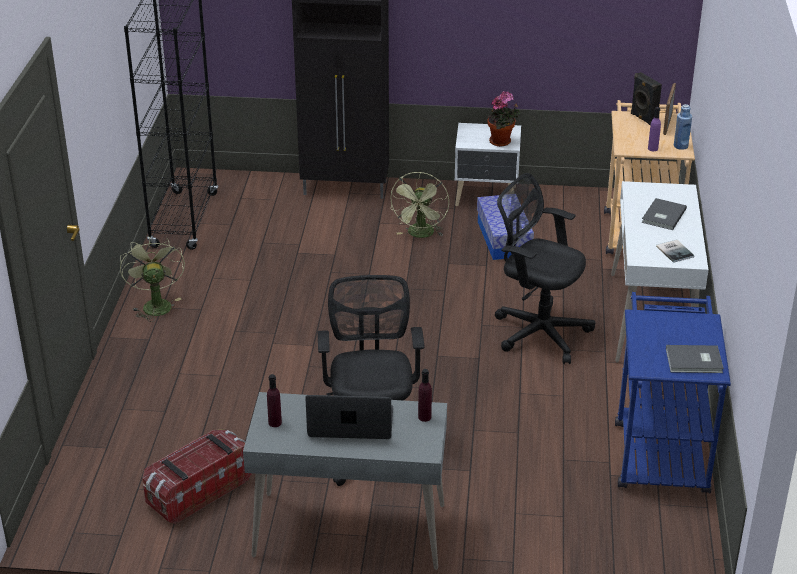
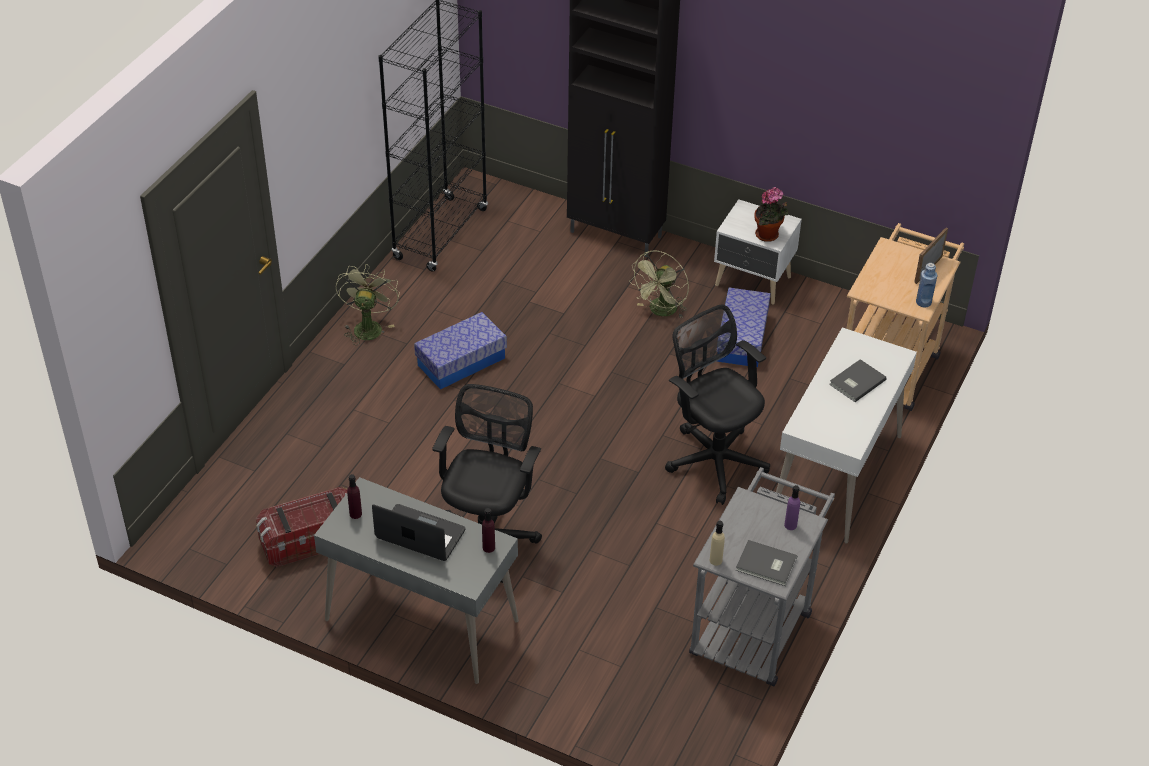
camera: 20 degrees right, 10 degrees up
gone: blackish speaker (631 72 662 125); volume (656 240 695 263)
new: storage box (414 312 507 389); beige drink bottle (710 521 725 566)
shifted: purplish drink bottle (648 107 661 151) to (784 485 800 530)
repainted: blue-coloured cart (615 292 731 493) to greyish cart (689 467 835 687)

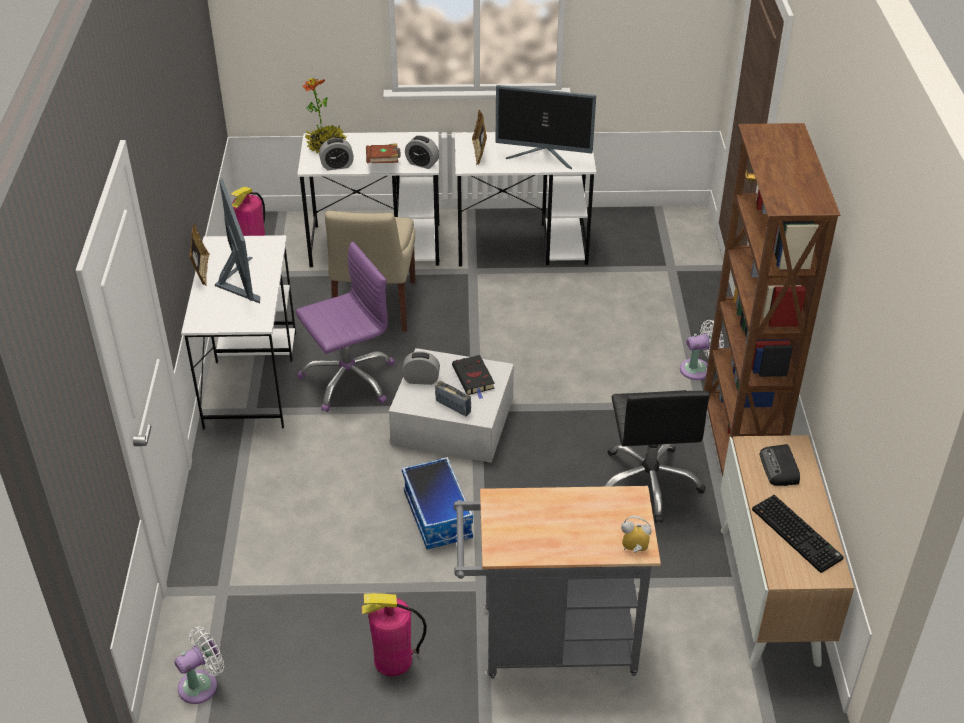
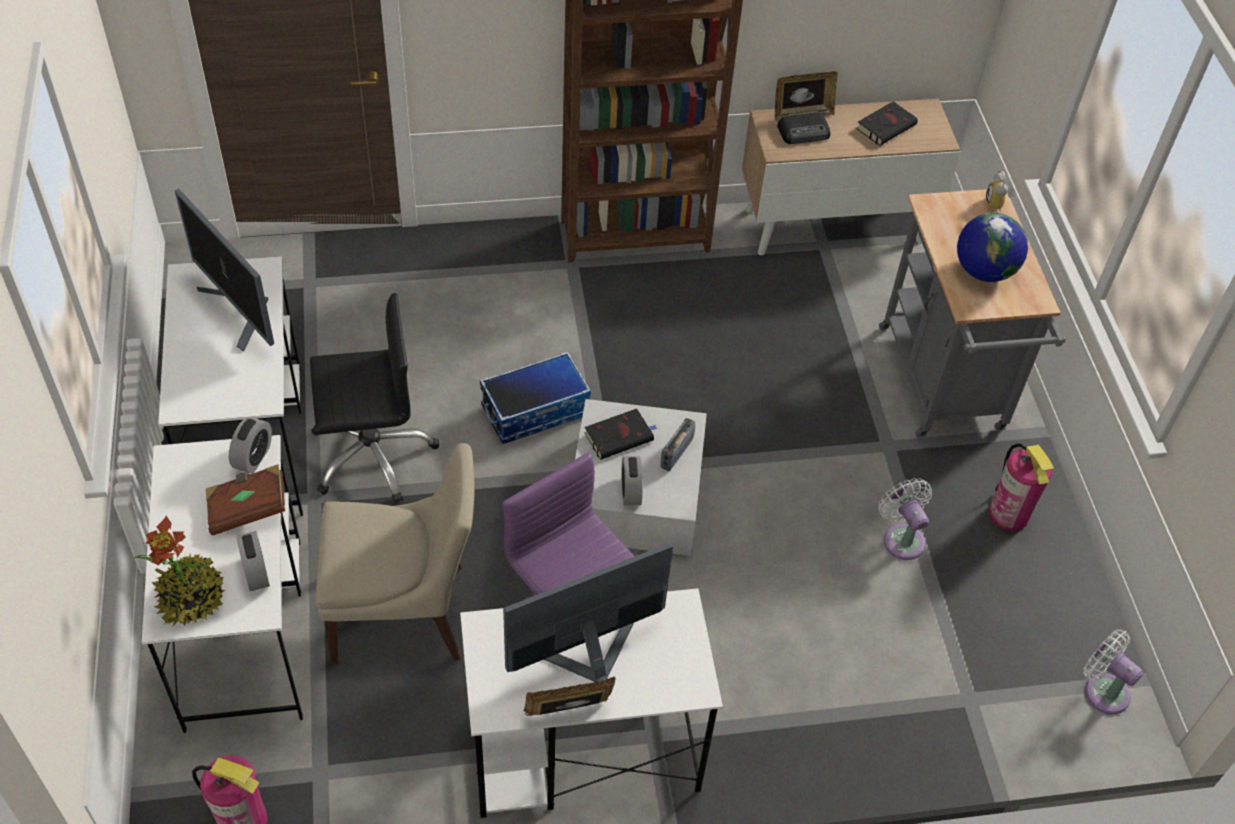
camera: 100 degrees left, 10 degrees up
new: desk globe (957 213 1028 282)
shifted: standing frame (472 110 487 165) to (774 71 838 121); whitish electric fan (680 320 724 380) to (879 478 932 560); blackish office chair (604 390 710 523) to (310 293 440 503); storage box (402 457 473 549) to (480 351 591 444)
swapped: keyboard (752 495 844 573) to blackish volume (856 101 918 146)
rotated: computer screen (496 85 596 169) = (175 189 274 352) 135 degrees clockwise

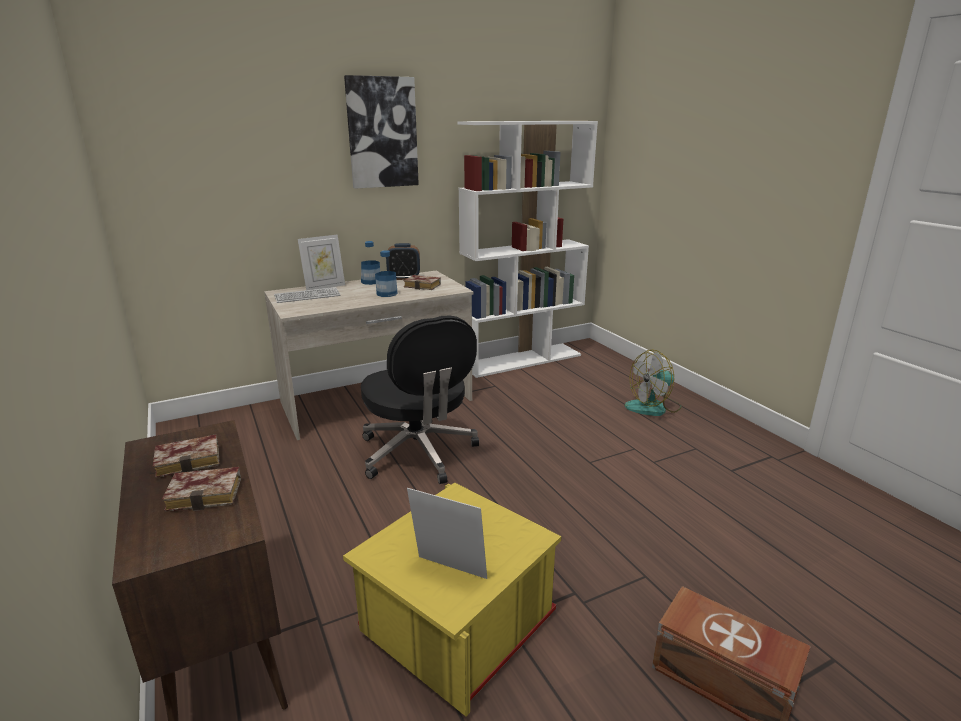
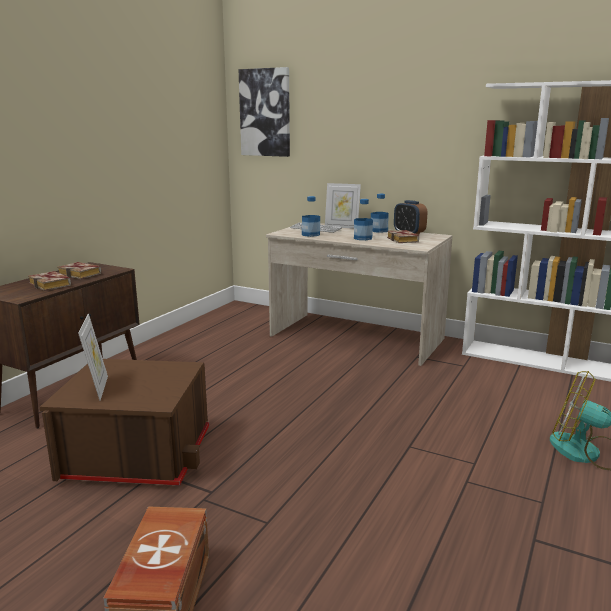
camera: 55 degrees right, 5 degrees down
gone: blackish office chair (361 315 479 484)
new: drink bottle (302 196 320 237)
shifted: picture (344 75 419 189) to (238 67 290 157)
repainted: yellow storage box (343 482 562 717) to brown storage box (40 359 209 486)

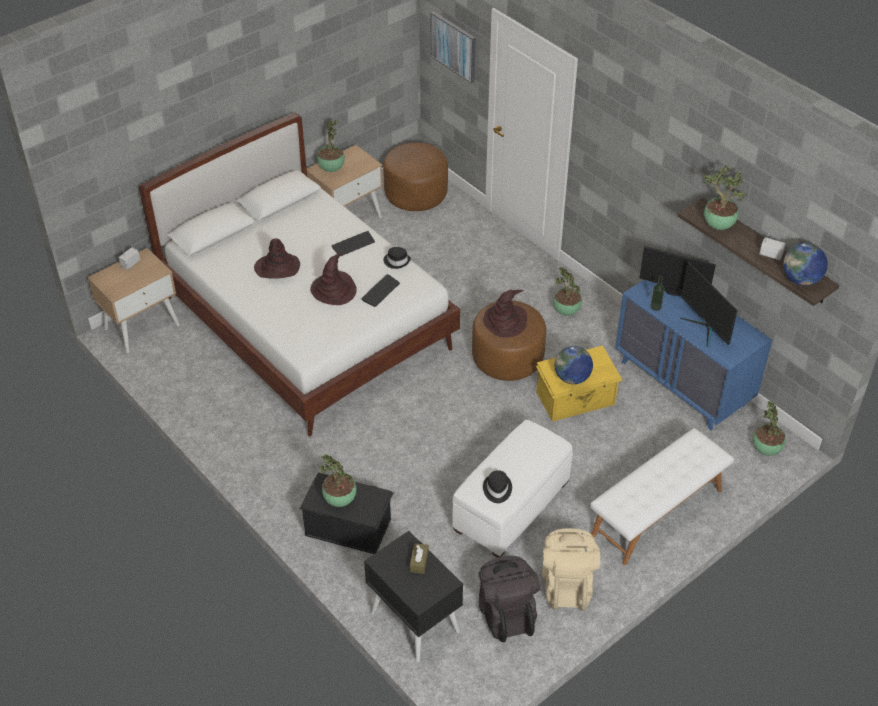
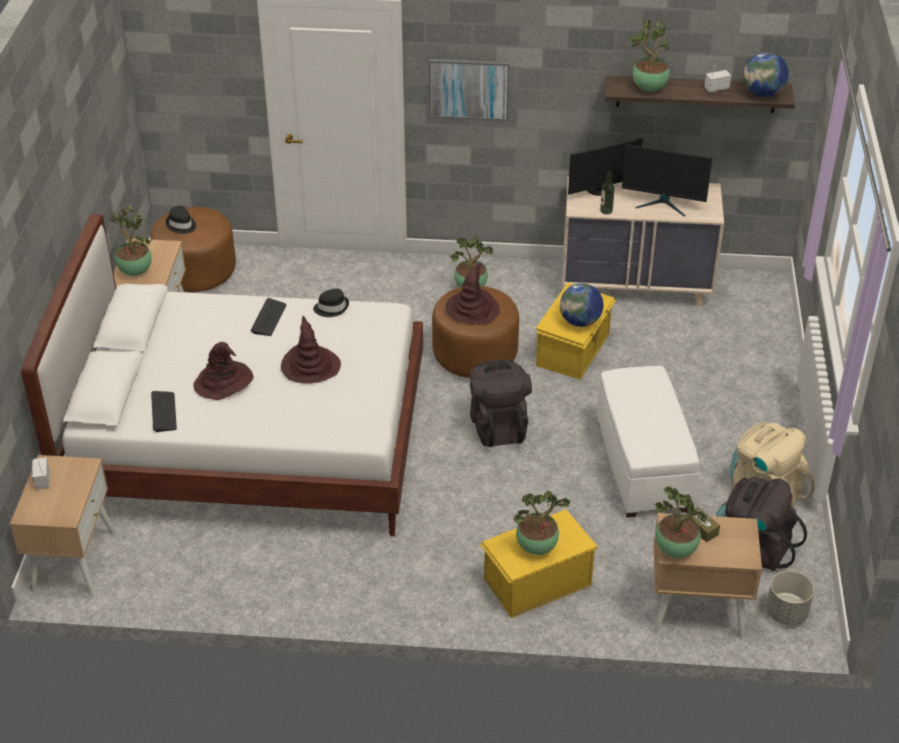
camera: 45 degrees left, 5 degrees down
gone: whitish indoor bench (590 428 734 565)
new: blackish knapsack (470 359 532 447); greyish flower pot (766 571 814 625)
shifted: picture (431 11 476 83) to (429 59 509 121); keyboard (361 274 400 307) to (151 391 177 432); potted plant (753 401 786 456) to (654 486 706 558); blackish hat (483 470 512 503) to (166 206 196 234)
repainted: blue-coloured dresser (615 280 772 431) to beige dresser (562 177 724 306); blackish storage box (299 472 394 554) to yellow storage box (480 509 598 618); blackish nightstand (364 531 463 662) to beige nightstand (652 513 762 639)

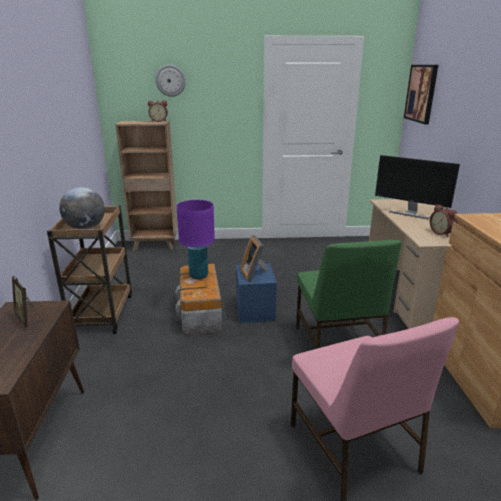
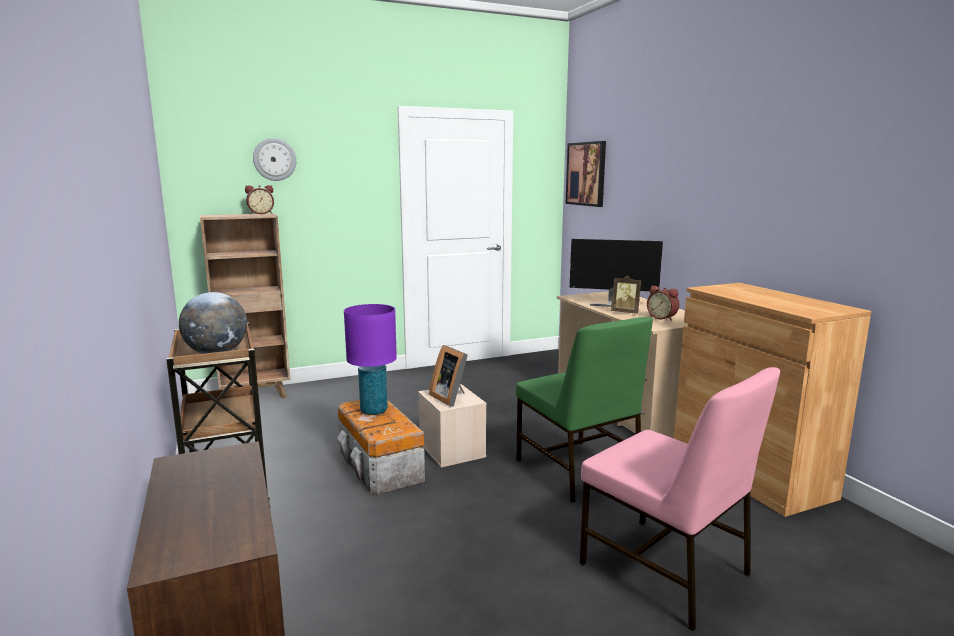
camera: 20 degrees left, 10 degrees down
shifted: standing frame (12 276 42 328) to (611 275 641 314)
repainted: blue-coloured storage box (236 263 277 323) to beige storage box (418 384 486 468)

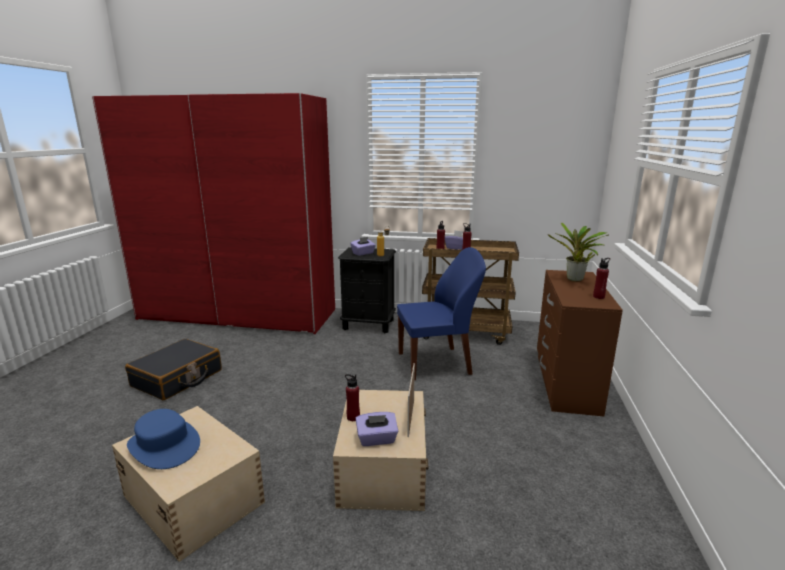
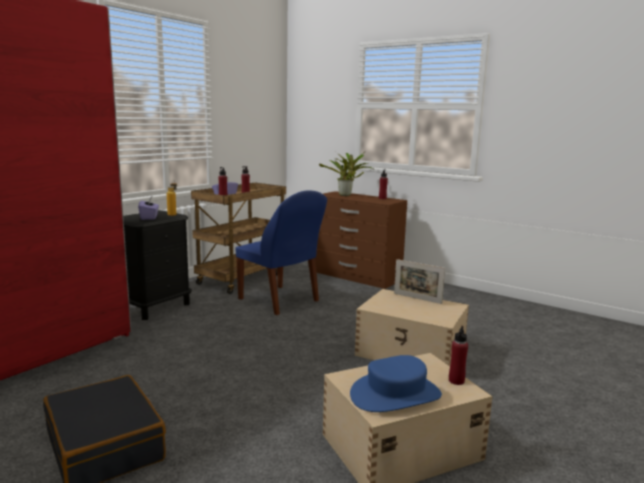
camera: 65 degrees left, 5 degrees down
gone: purplish tissue box (355 412 398 446)
shifted: red drink bottle (345 374 360 421) to (449 326 468 385)
rotated: blue-coloured chair (397 247 486 381) = (235 190 327 315) 120 degrees clockwise

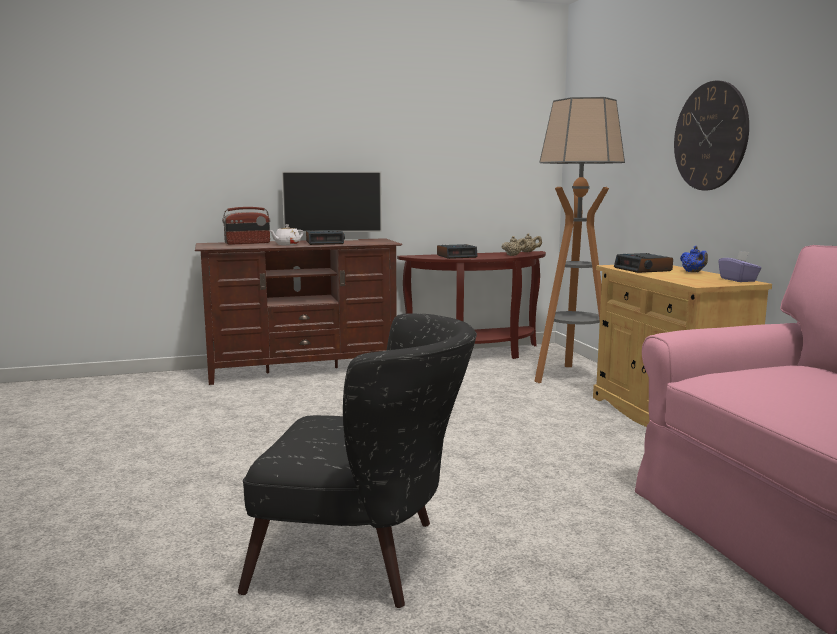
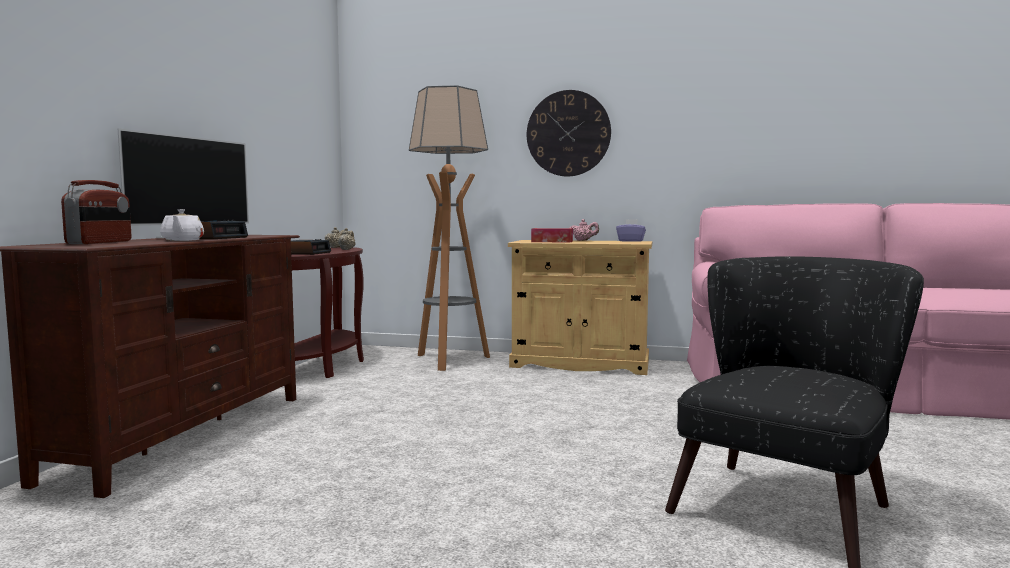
camera: 60 degrees left, 5 degrees down
swapped: alarm clock (614 253 673 273) to tissue box (531 228 573 243)
repainted: blue-coloured teapot (680 246 708 272) to pink-coloured teapot (570 219 599 241)

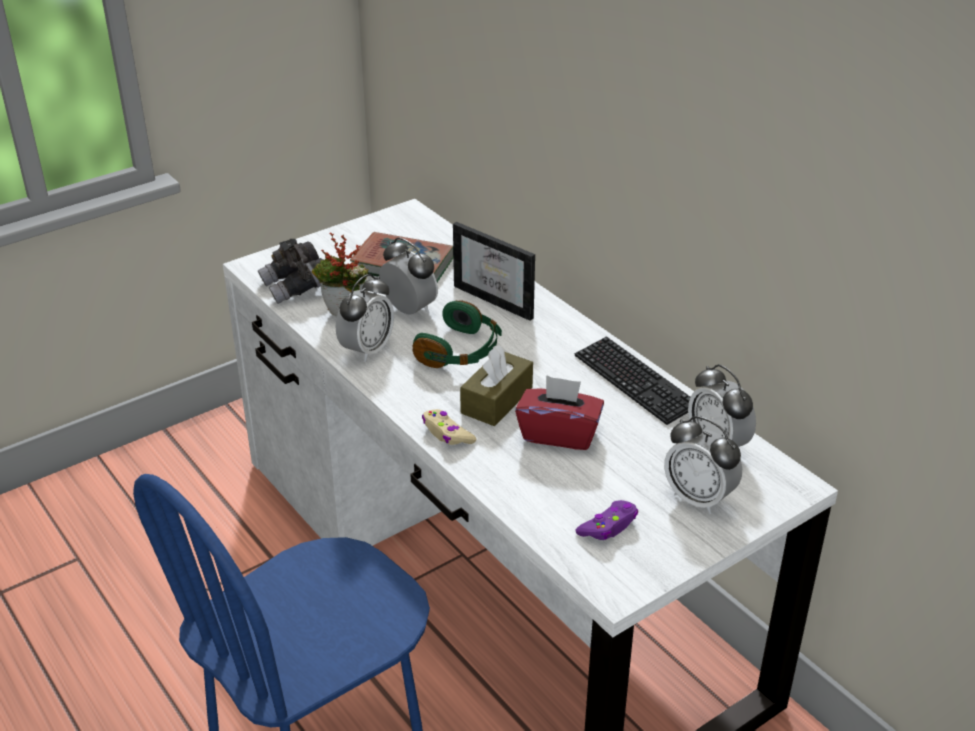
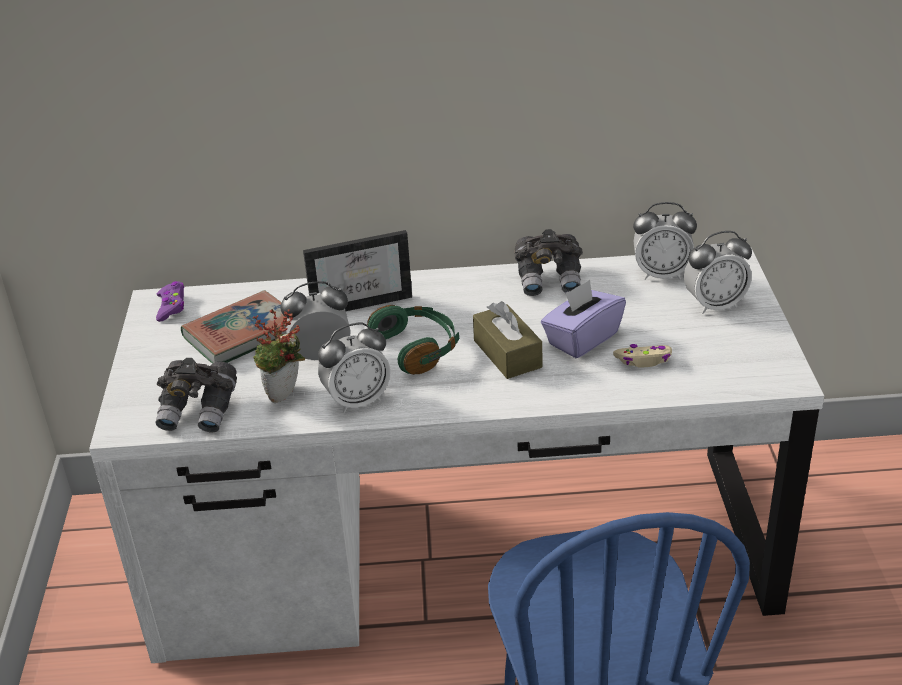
camera: 55 degrees left, 0 degrees up
shifted: beige gamepad (422 409 477 445) to (613 344 672 368); purplish gamepad (575 500 638 540) to (156 281 184 322)
swapped: keyboard (575 336 690 425) to greyish binoculars (515 229 583 296)
repainted: red tissue box (515 375 604 450) to purplish tissue box (541 280 626 358)
rotated: alarm clock (336 274 394 362) = (318 323 390 413) 90 degrees clockwise

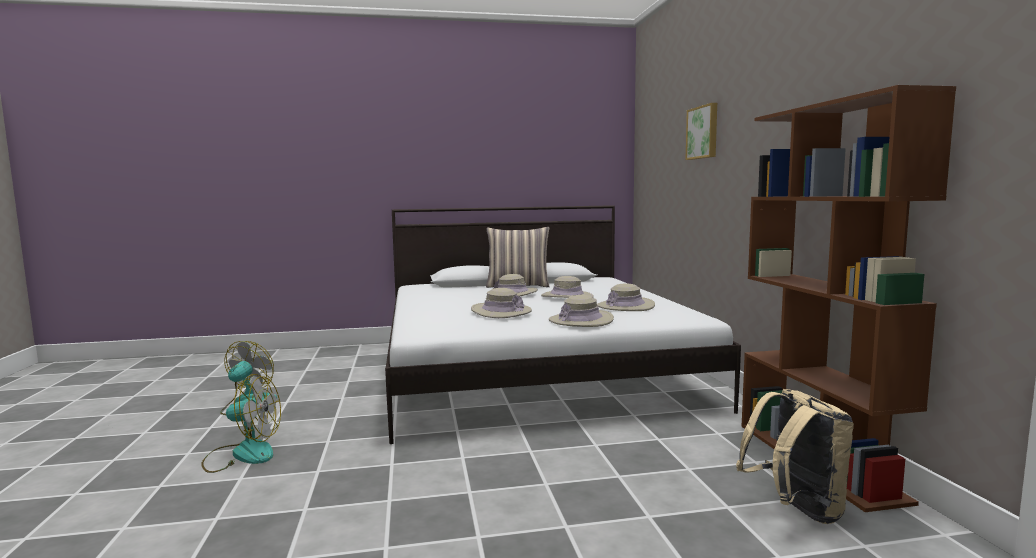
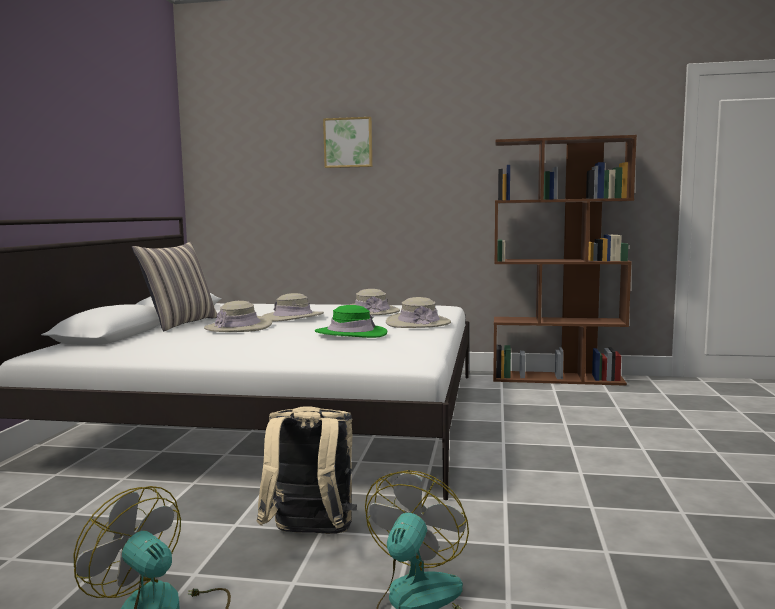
camera: 70 degrees left, 0 degrees up
shifted: beige knapsack (736 389 854 524) to (256 406 357 534)
repainted: beige hat (471 288 532 318) to green hat (315 305 387 338)

